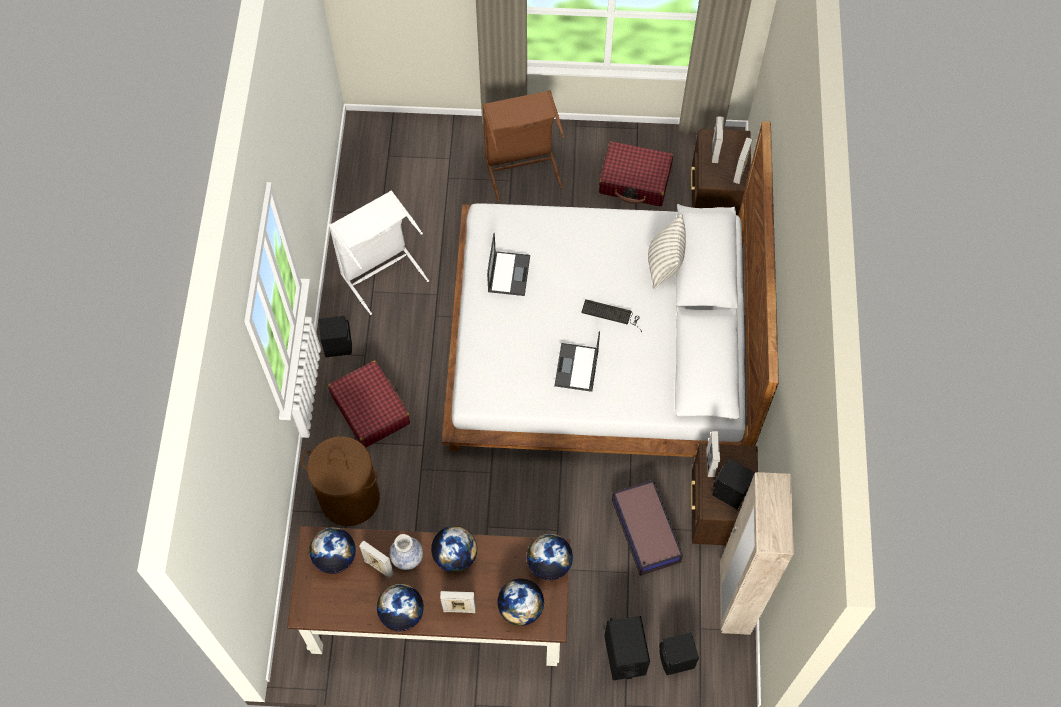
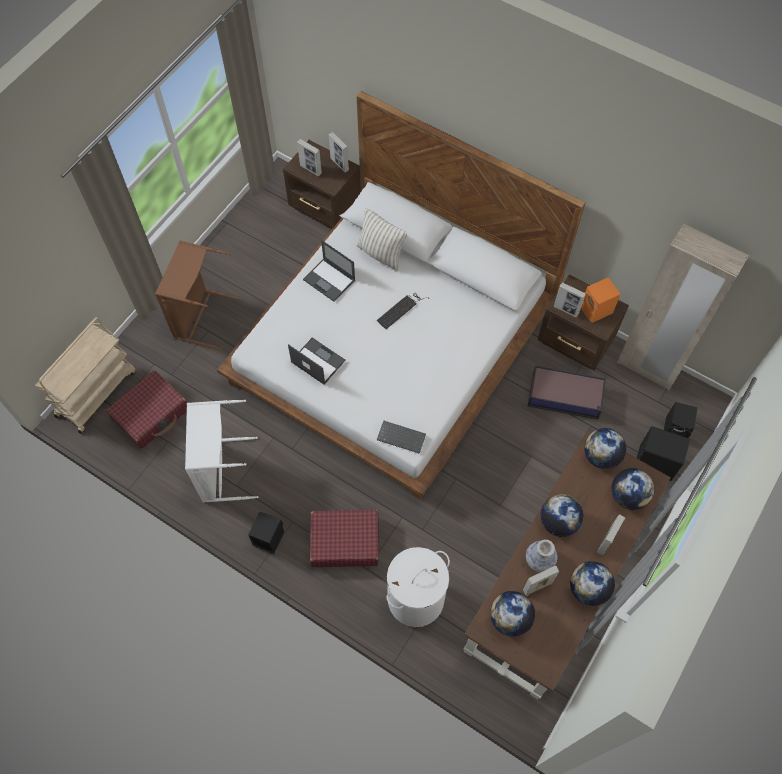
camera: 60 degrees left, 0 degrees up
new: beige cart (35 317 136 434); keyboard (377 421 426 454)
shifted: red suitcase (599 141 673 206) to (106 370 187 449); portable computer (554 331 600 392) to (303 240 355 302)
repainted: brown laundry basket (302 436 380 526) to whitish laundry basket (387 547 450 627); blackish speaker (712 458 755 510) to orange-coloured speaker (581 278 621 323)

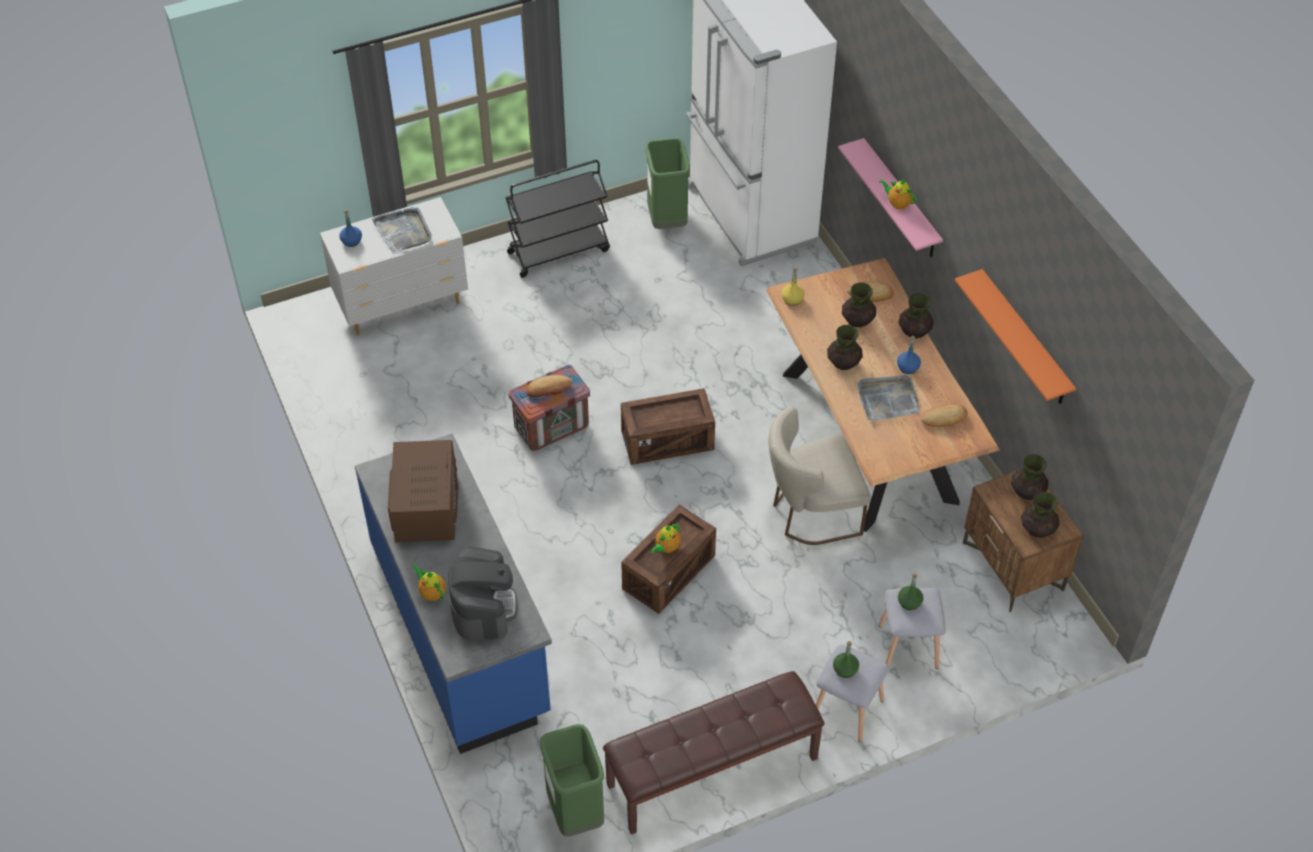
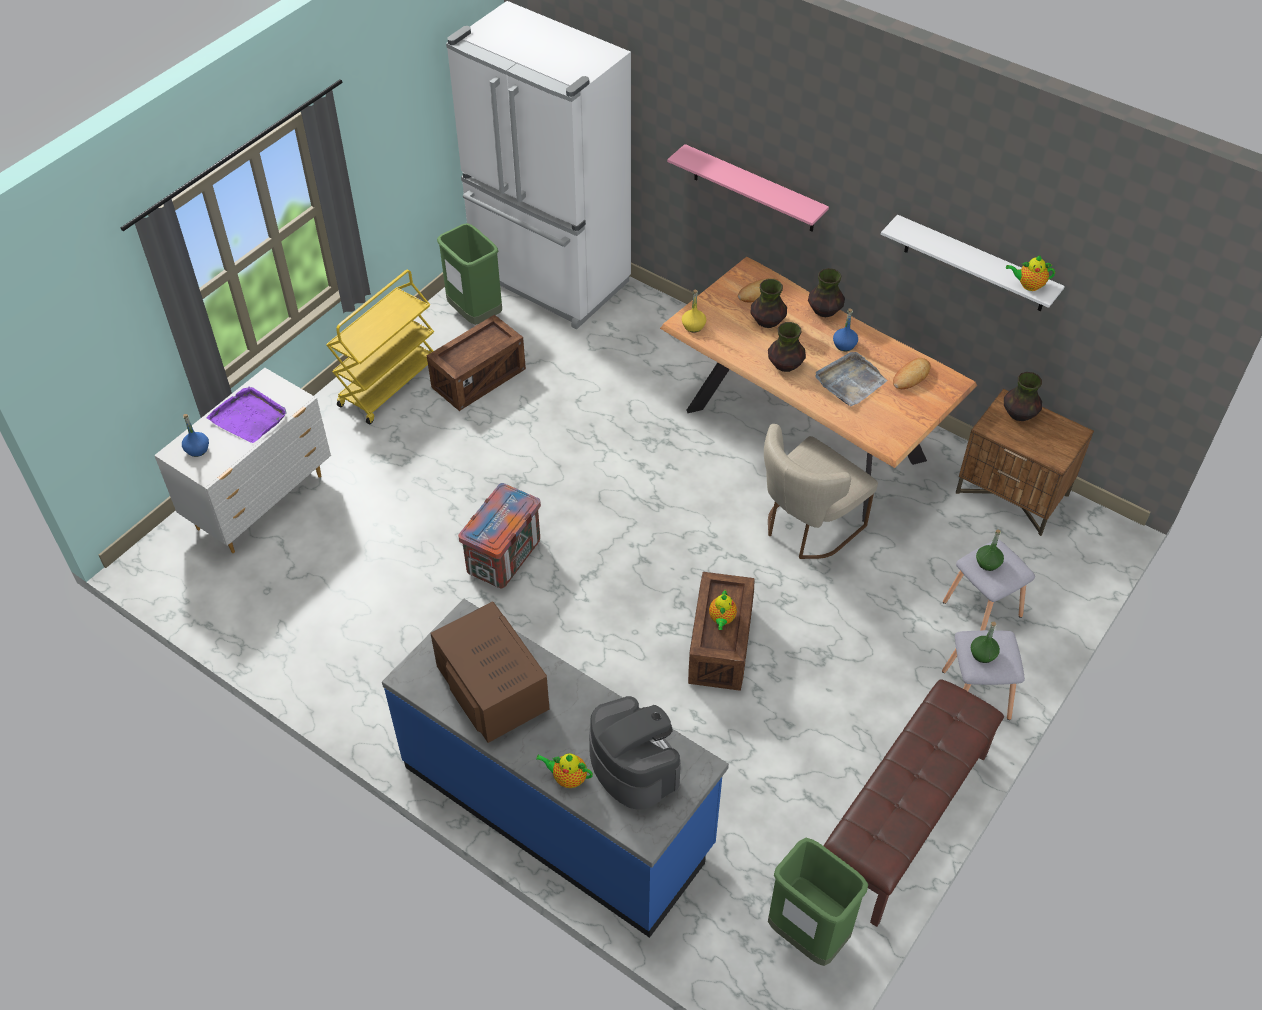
camera: 30 degrees left, 0 degrees up
gone: bakery bread (526 375 572 397); decorative vase (1021 492 1060 538)
shifted: teapot (879 179 916 210) to (1006 255 1055 291); crate (621 388 715 465) to (427 315 526 411)
repainted: blackish cart (505 160 610 278) to yellow cart (327 270 434 424); greyish serving tray (372 207 432 253) to purplish serving tray (207 386 287 443); orange-coloured bracket shelf (955 269 1076 404) to whitish bracket shelf (881 215 1065 311)

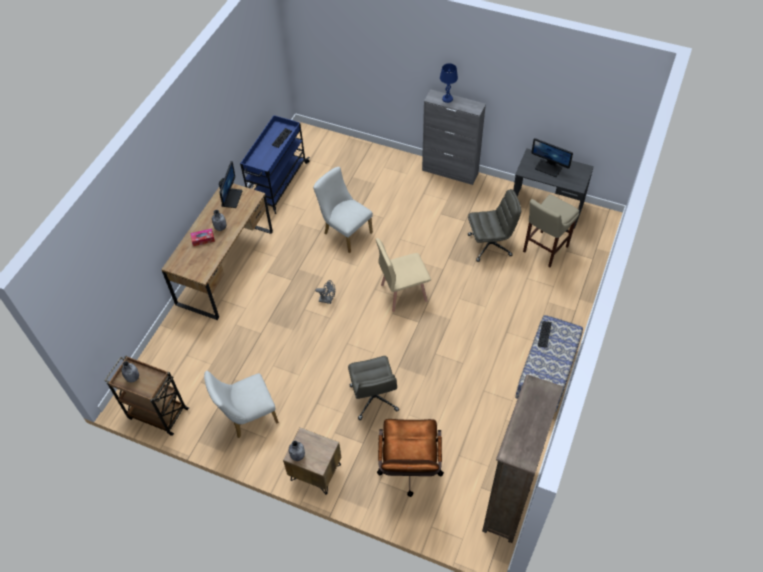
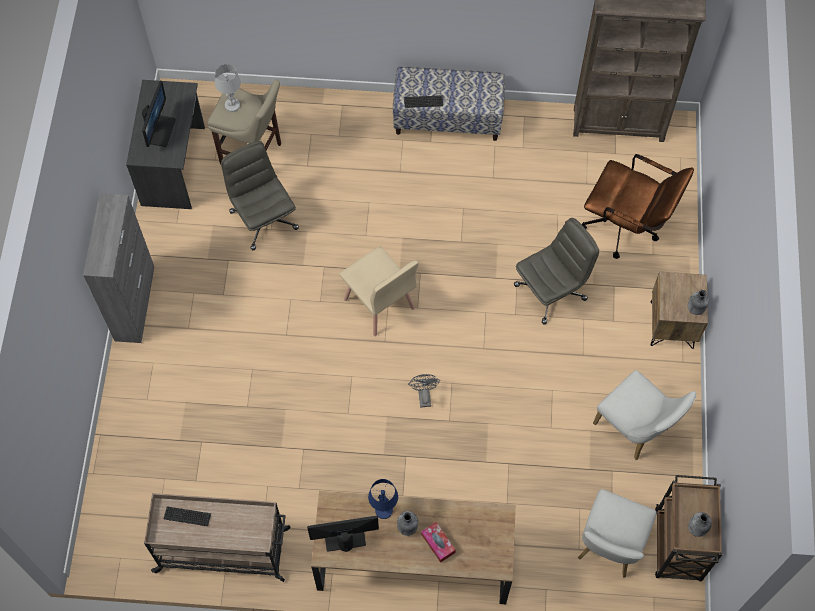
camera: 110 degrees left, 10 degrees up
new: whitish table lamp (215 64 241 112)
shifted: blue-coloured table lamp (440 63 458 103) to (368 479 398 519); whitish chair (313 167 373 253) to (578 489 657 578)
repainted: blue-coloured cart (240 115 310 214) to beige cart (144 493 291 582)
rotated: brown office chair (377 419 444 497) = (582 154 694 259) 45 degrees clockwise

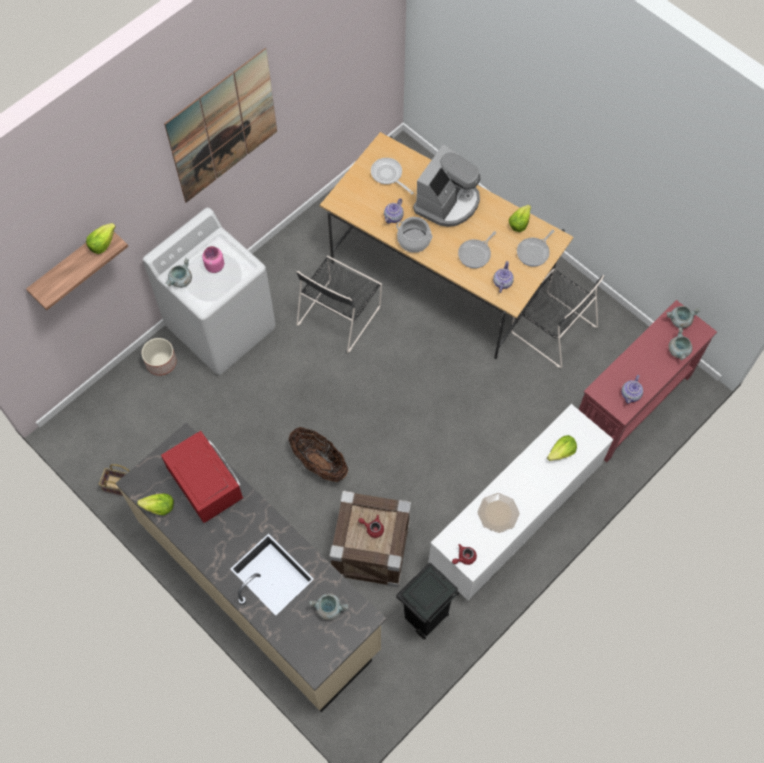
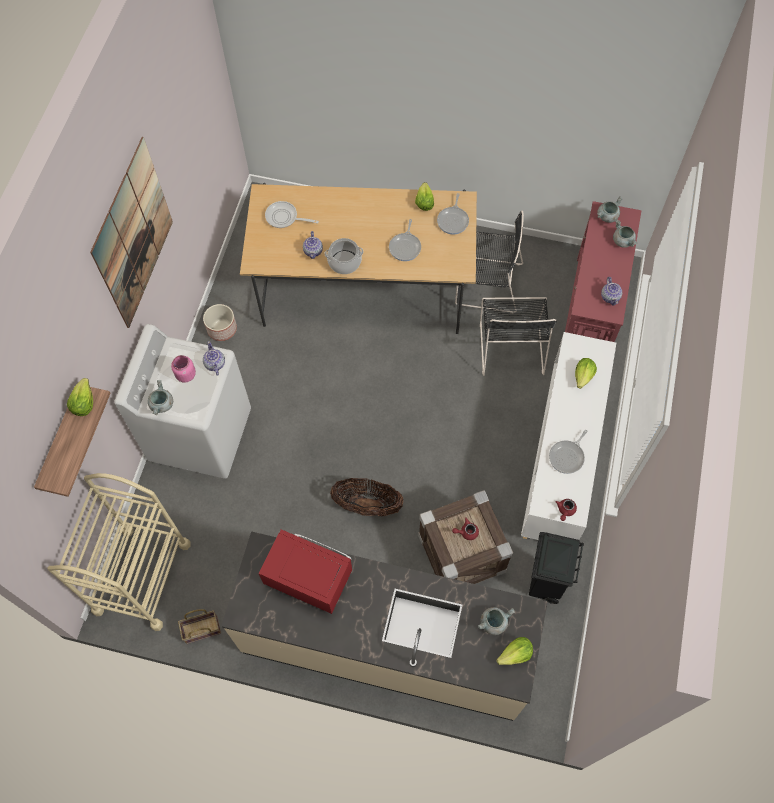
camera: 30 degrees left, 0 degrees up
gone: coffee maker (413 144 481 227)
new: beige cart (48 473 190 631)
shifted: blackish chair (296 256 382 353) to (480 297 557 376); teapot (493 261 514 293) to (203 341 225 376); flower pot (142 338 177 376) to (203 304 237 341); lettuce head (137 494 174 515) to (496 637 533 665)
swapped: dinner plate (478 493 519 533) to skillet (549 430 587 474)

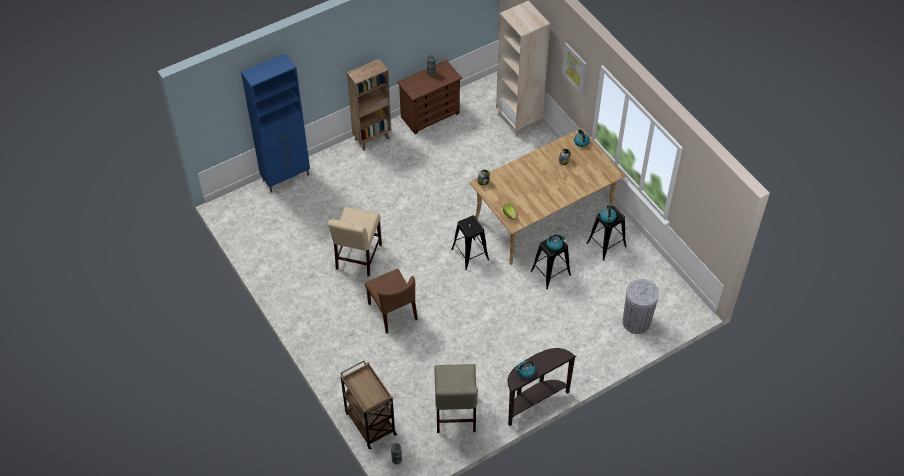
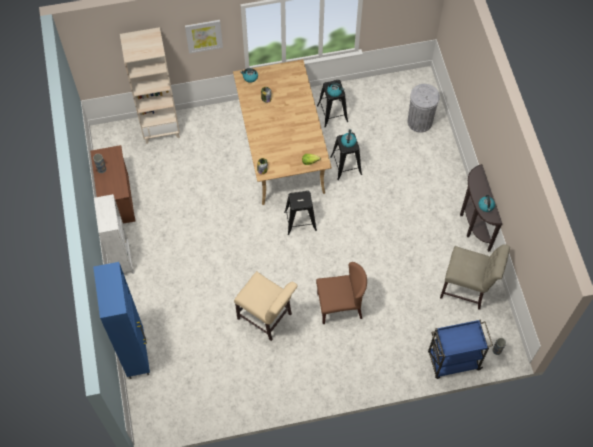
camera: 70 degrees left, 10 degrees up
repainted: brown bookshelf (347 59 392 151) to whitish bookshelf (94 194 135 274); brown cart (341 361 397 449) to blue-coloured cart (428 319 493 379)

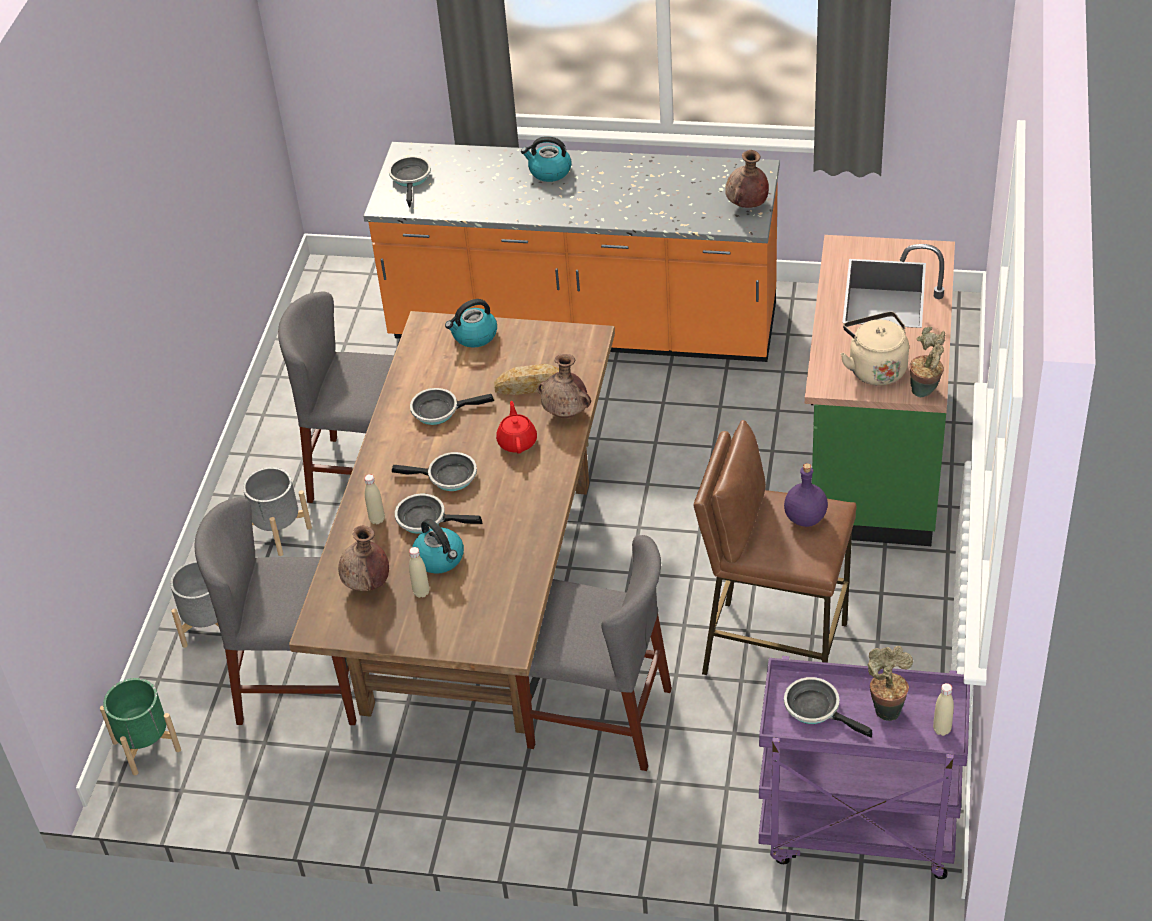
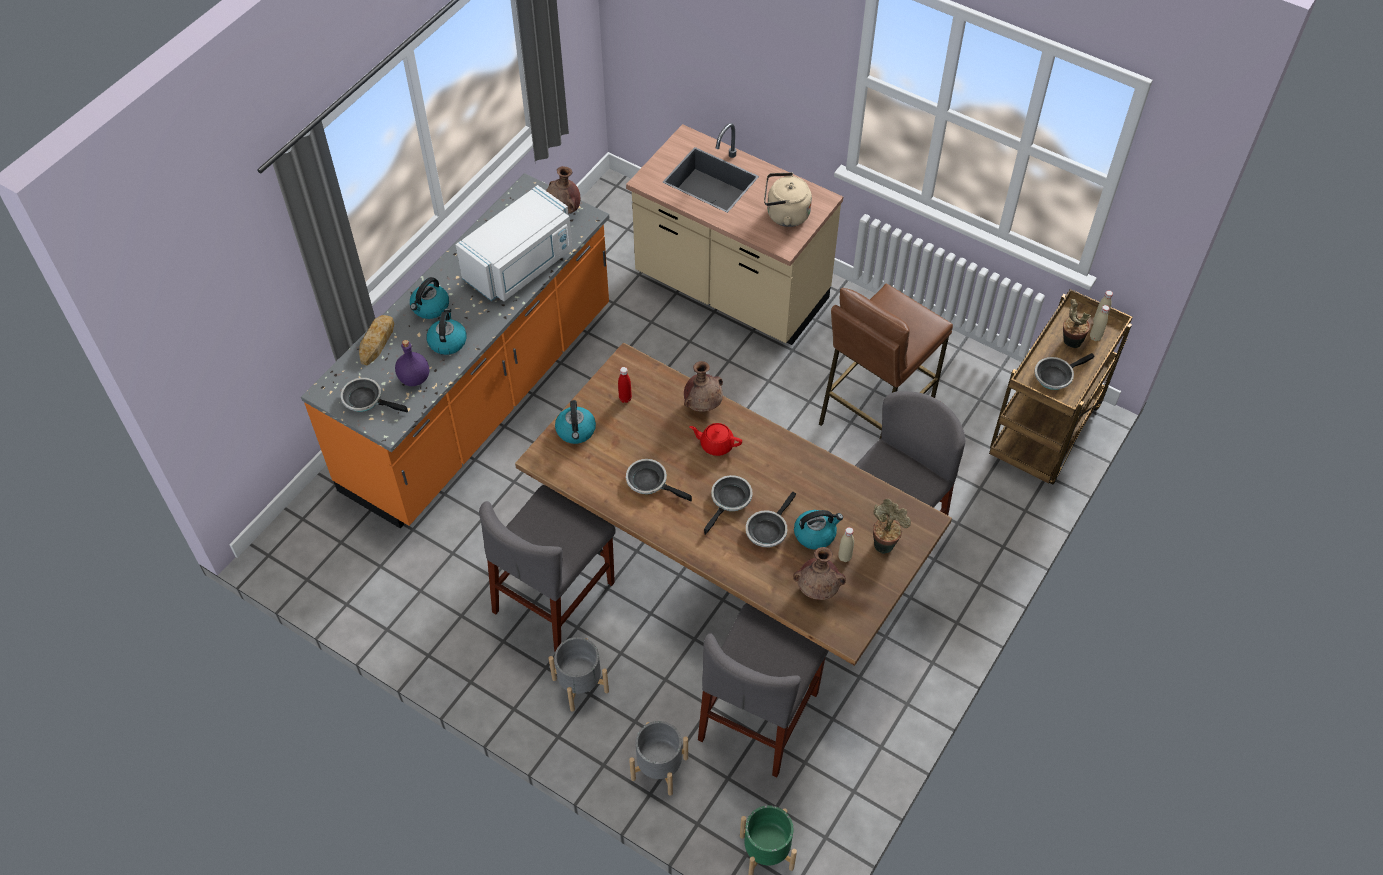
camera: 70 degrees left, 10 degrees up
new: whitish microwave (456 185 573 301); kettle (426 308 467 355); red drink bottle (618 367 632 403)
shifted: potted plant (910 327 945 397) to (873 499 911 554); bakery bread (494 364 559 395) to (359 315 394 365); purplish drink bottle (784 463 828 527) to (395 340 429 386); beige drink bottle (364 474 385 524) to (1090 305 1110 341)
repainted: green kitchen counter (805 235 955 546) to beige kitchen counter (626 123 843 345); purplish cart (759 656 970 879) to brown cart (989 289 1133 485)
rotated: skillet (410 388 494 425) = (626 459 692 501) 105 degrees clockwise

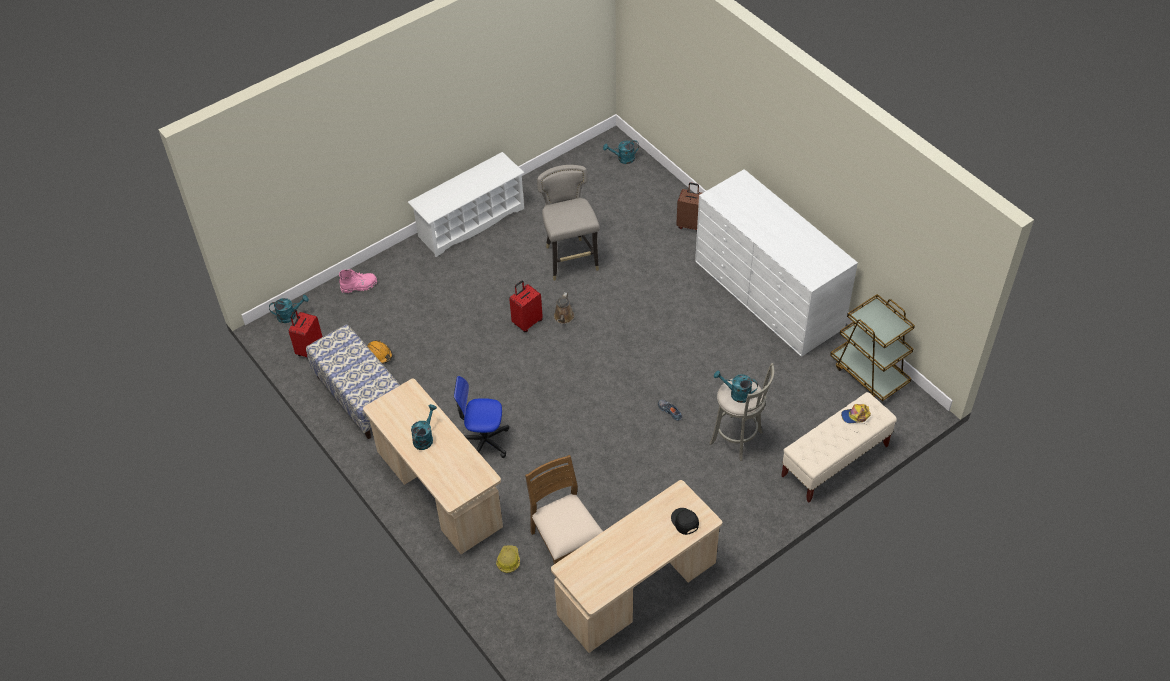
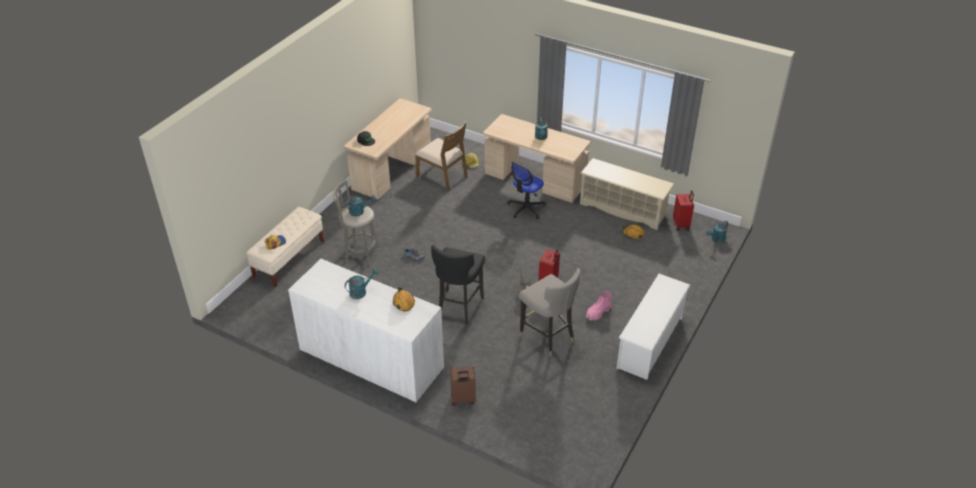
camera: 155 degrees right, 10 degrees down
gone: brown cart (830 294 915 401)
new: blackish stool (431 245 485 324); orange-coloured safety helmet (393 287 415 312)
shifted: blue-green sprinkling can (603 140 639 164) to (345 269 378 299); pink-coloured tall boot (339 269 377 293) to (586 291 612 321)
swapped: indoor bench (306 324 400 439) to beige shoe stand (580 158 674 230)
rotated: office chair (454 376 509 458) = (507 162 546 219) 150 degrees clockwise

